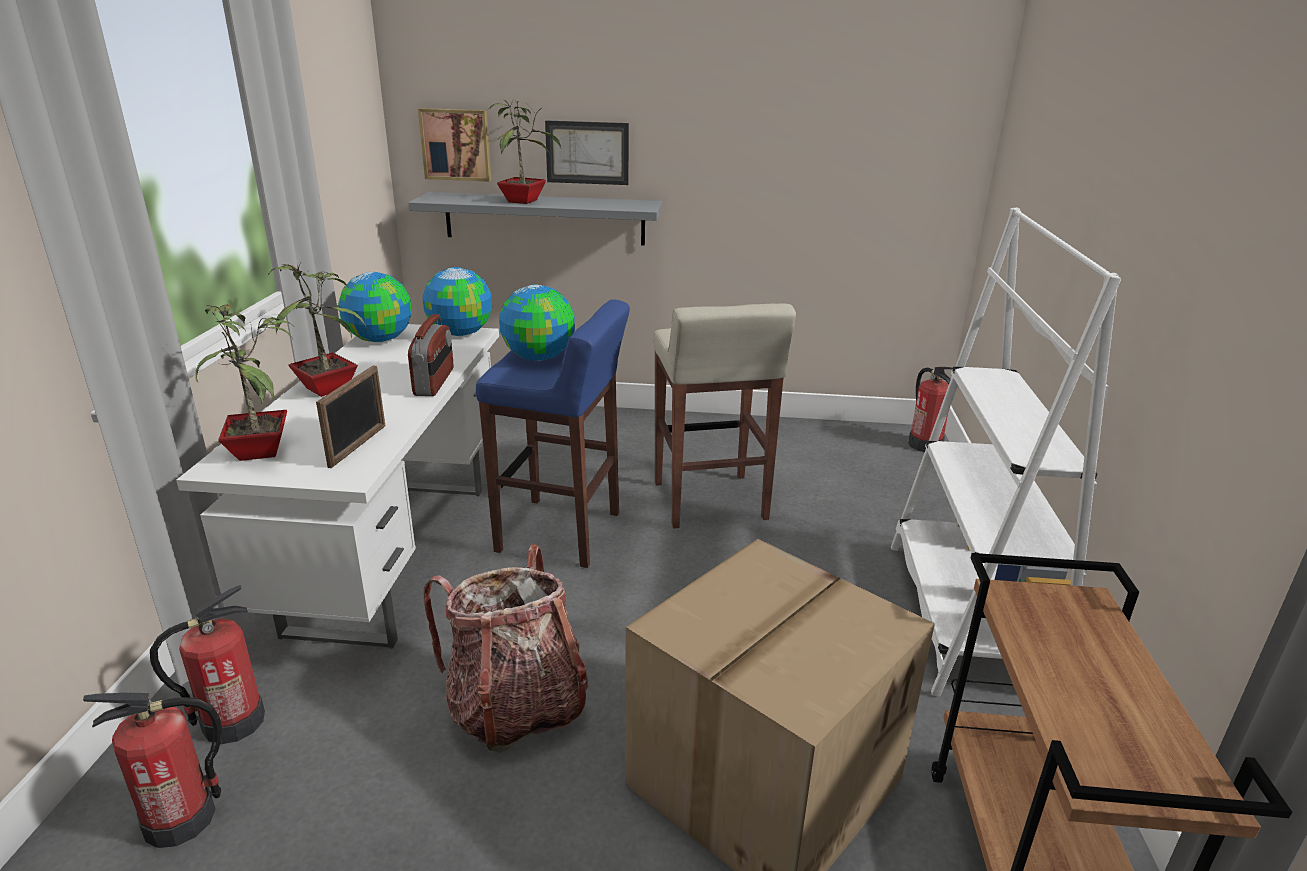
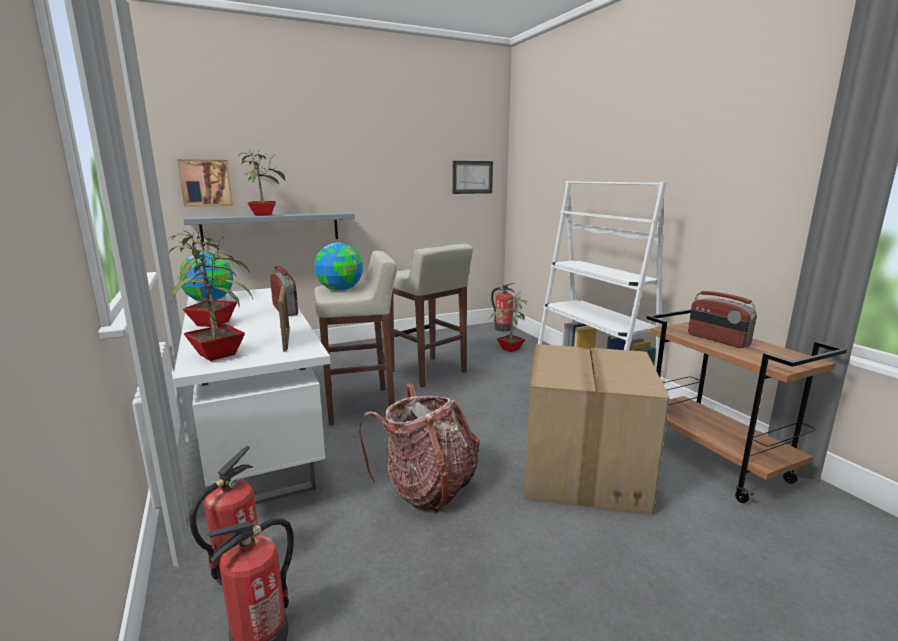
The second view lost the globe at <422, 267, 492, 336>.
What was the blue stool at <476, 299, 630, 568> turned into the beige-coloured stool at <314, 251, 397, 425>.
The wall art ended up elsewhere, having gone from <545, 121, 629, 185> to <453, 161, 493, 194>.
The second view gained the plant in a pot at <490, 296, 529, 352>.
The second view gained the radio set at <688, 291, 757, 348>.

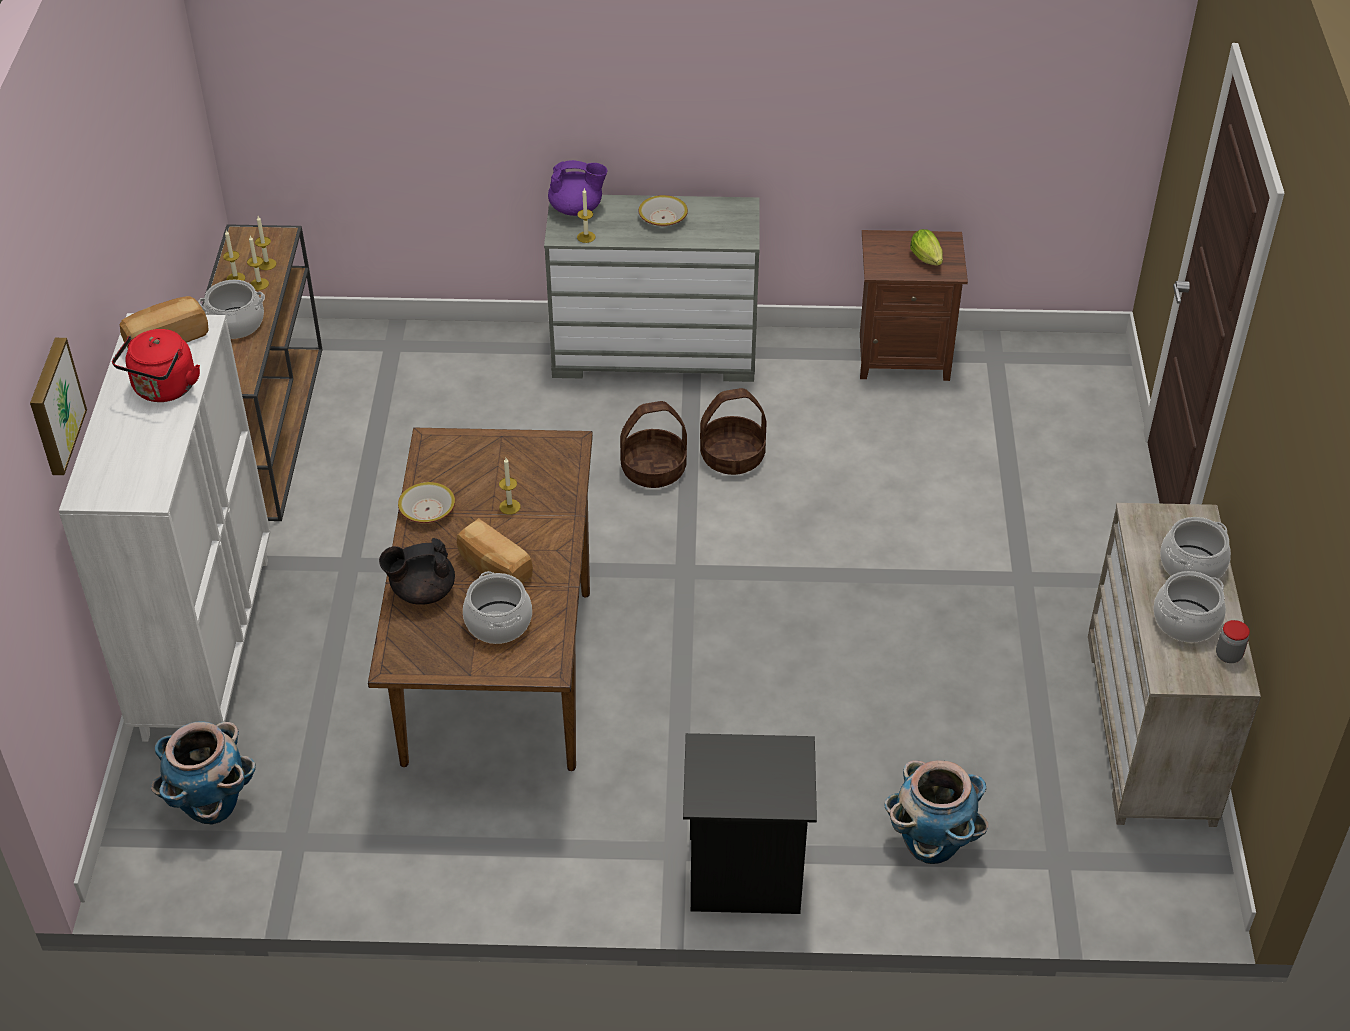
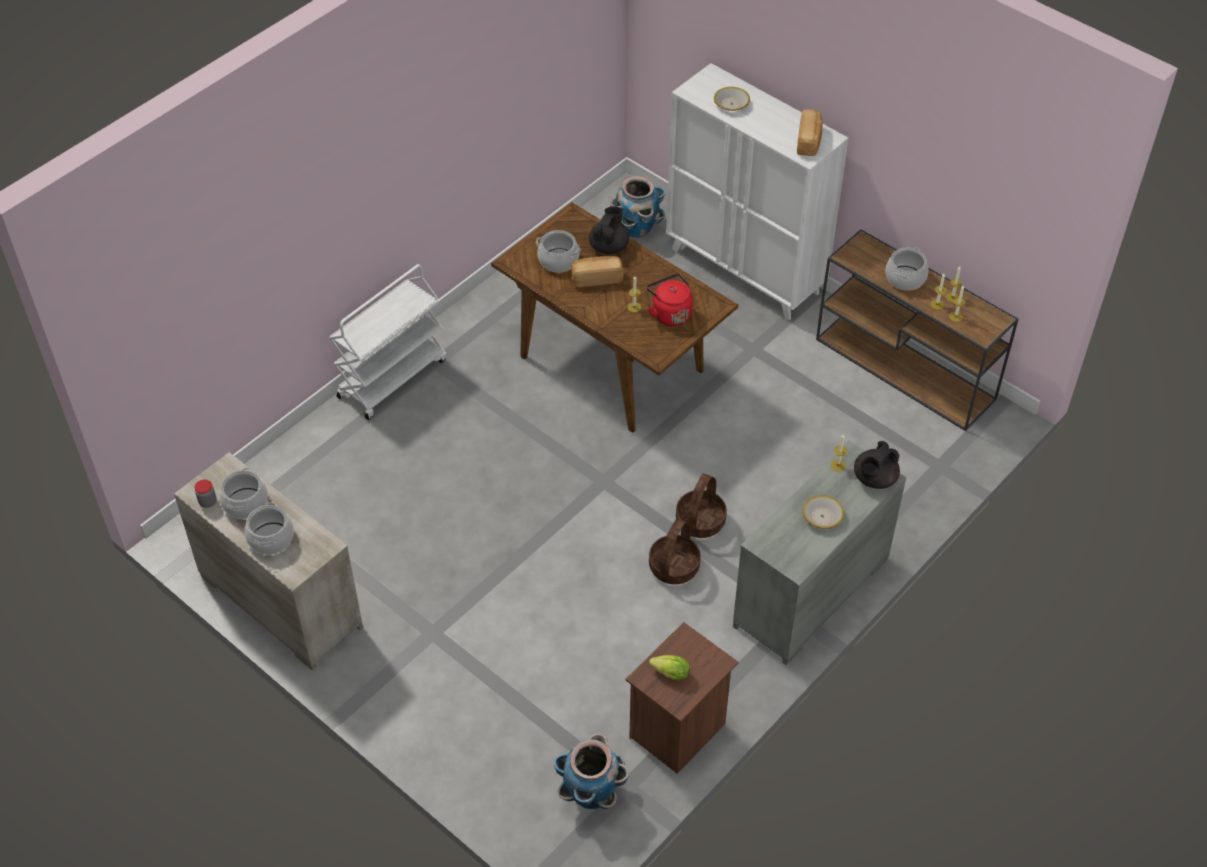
The second view lost the wall art at <30, 338, 87, 475>.
The reddish water kettle ended up elsewhere, having gone from <112, 329, 200, 402> to <647, 274, 693, 326>.
The bowl ended up elsewhere, having gone from <398, 482, 455, 523> to <714, 87, 750, 111>.
What was the purplish teapot at <548, 160, 607, 216> turned into the black-coloured teapot at <854, 441, 900, 489>.
Where the black-coloured nightstand stood at <683, 733, 817, 914>, the white-coloured trolley came to stand at <329, 264, 446, 420>.
The plant pot ended up elsewhere, having gone from <884, 760, 989, 864> to <554, 734, 629, 809>.

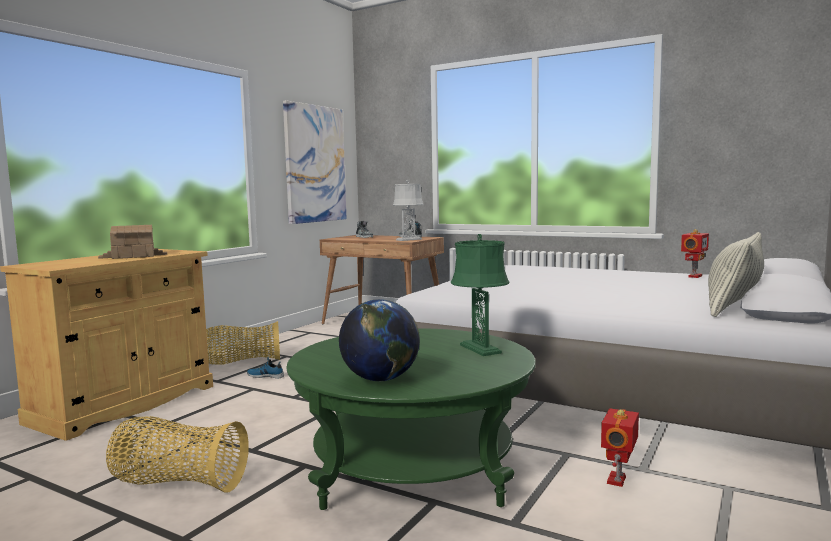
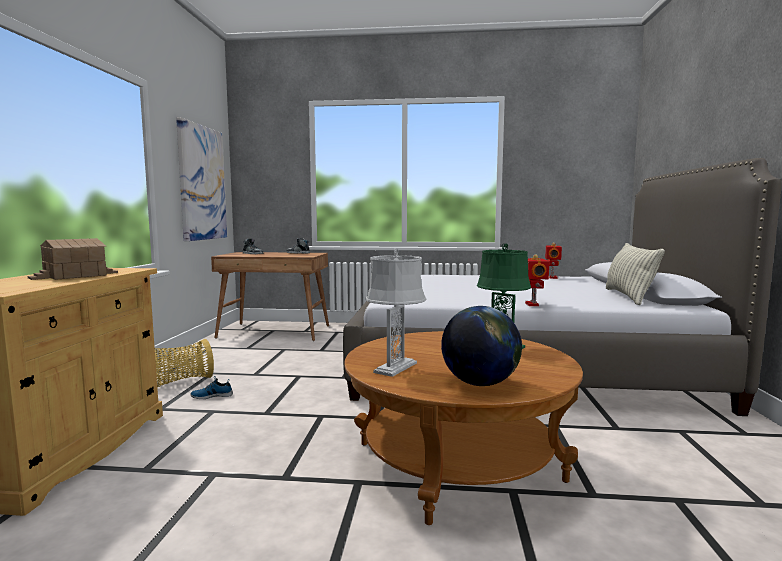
The second view lost the storage basket at <106, 416, 249, 492>.
What was the green lounge table at <286, 328, 536, 510> turned into the brown lounge table at <344, 331, 583, 525>.
The greyish tabletop lamp ended up elsewhere, having gone from <393, 180, 423, 241> to <365, 248, 426, 377>.
The robot figure ended up elsewhere, having gone from <601, 408, 639, 487> to <525, 254, 549, 306>.

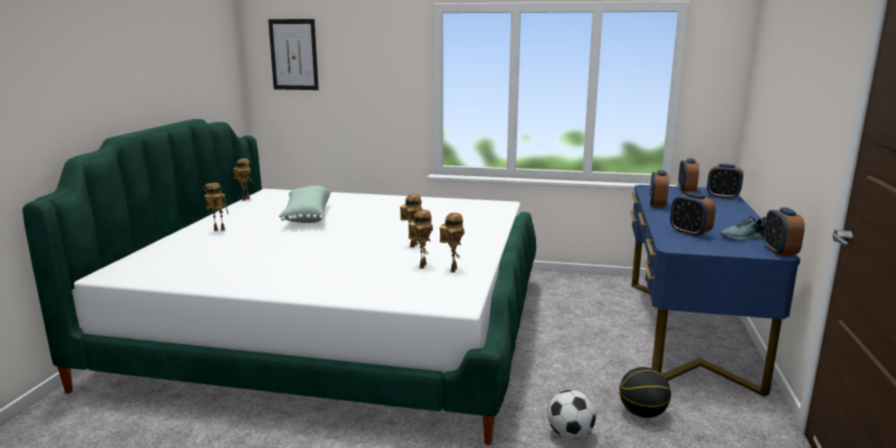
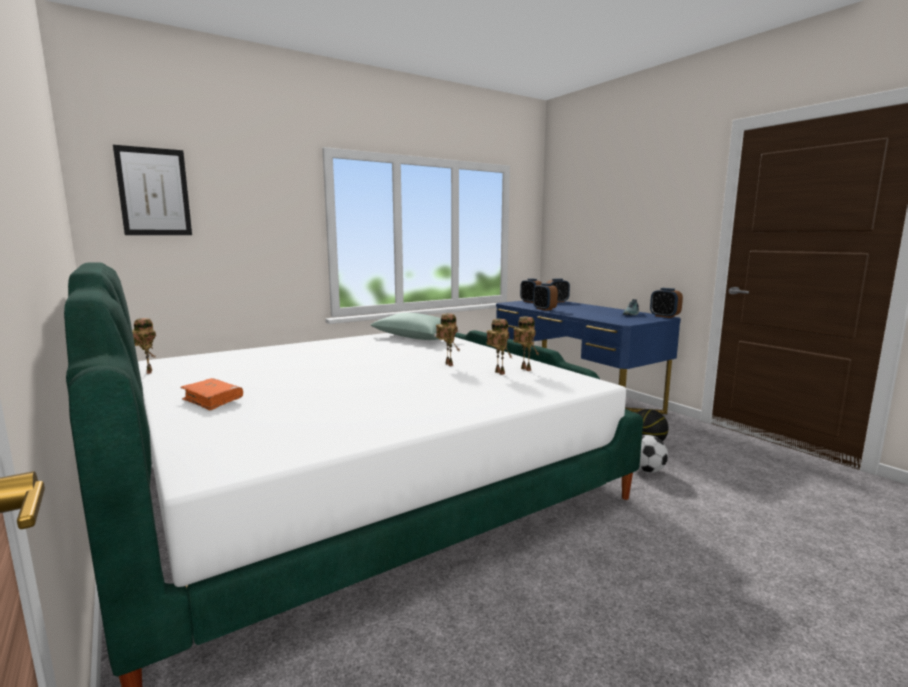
Where the robot figure stood at <203, 183, 228, 231>, the orangey book came to stand at <180, 378, 243, 410>.
The green throw pillow ended up elsewhere, having gone from <279, 186, 331, 223> to <371, 313, 460, 340>.
The second view lost the bedside clock at <670, 192, 716, 237>.

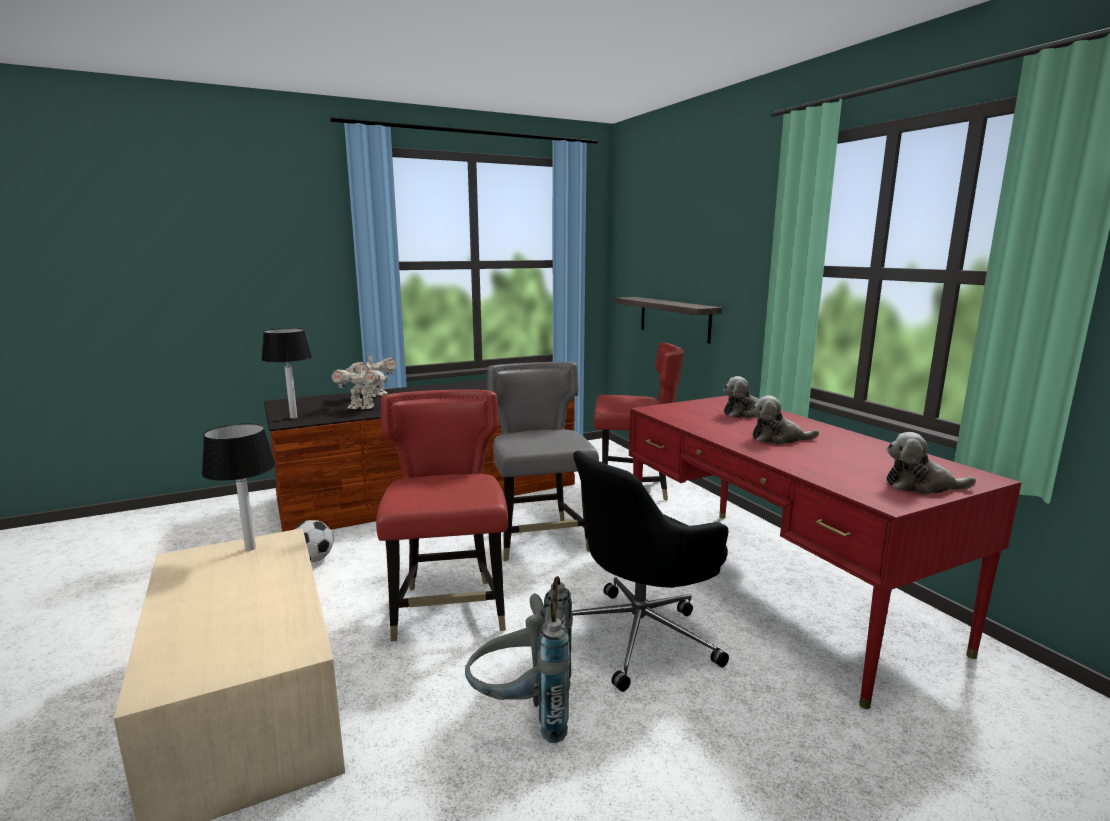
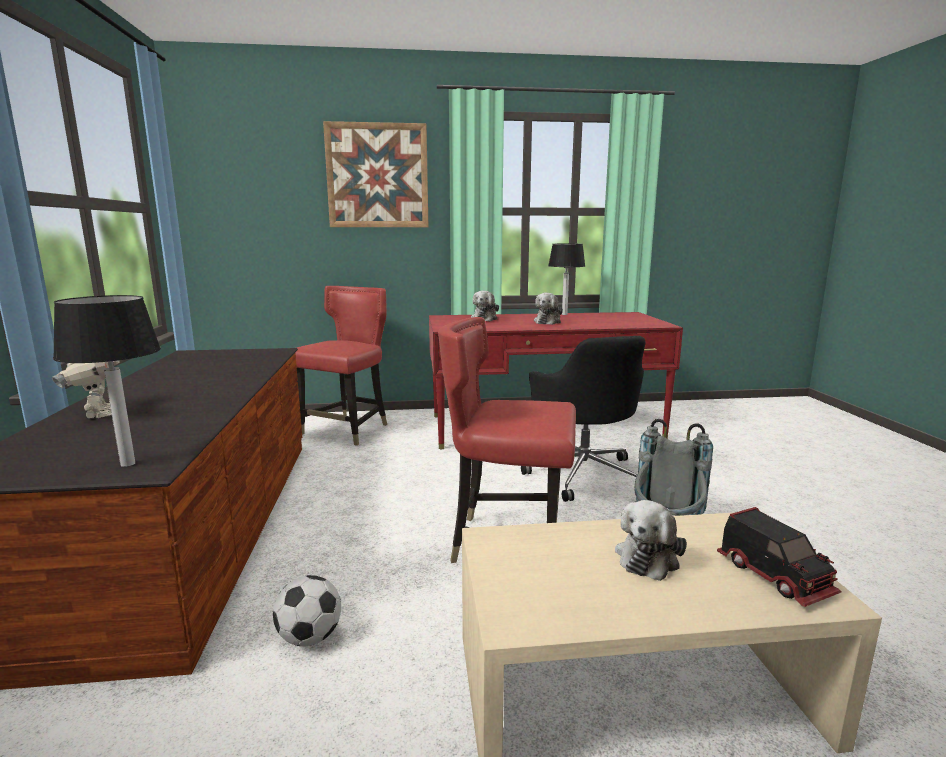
The tabletop lamp ended up elsewhere, having gone from <202, 423, 276, 551> to <548, 244, 585, 315>.
The second view lost the robot figure at <331, 363, 388, 409>.
The second view lost the greyish upright chair at <488, 362, 599, 561>.
The second view lost the shelf at <614, 297, 722, 344>.
The cuddly toy ended up elsewhere, having gone from <886, 432, 976, 495> to <615, 500, 687, 581>.
The second view gained the wall art at <323, 121, 428, 227>.
The second view gained the toy lorry at <717, 507, 841, 607>.

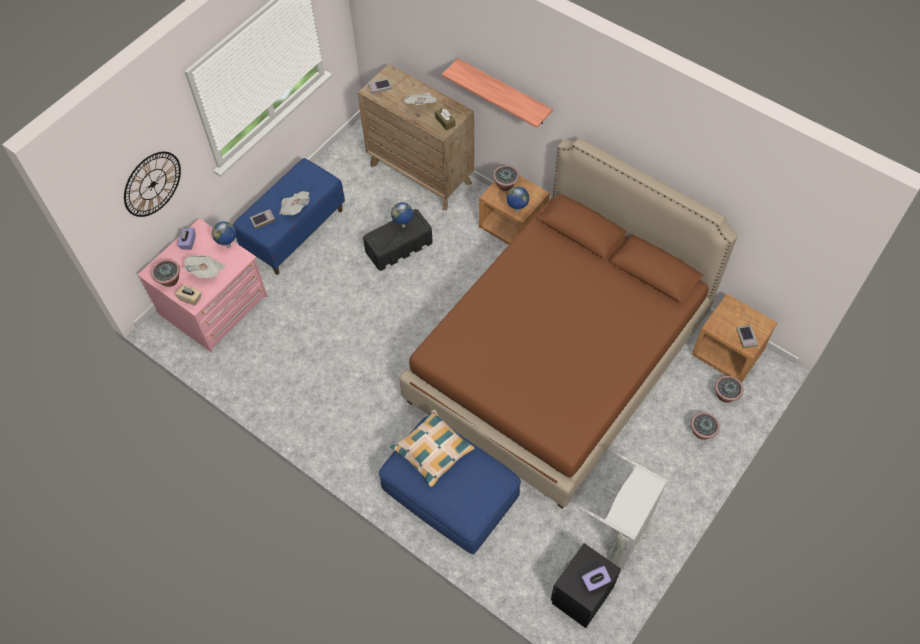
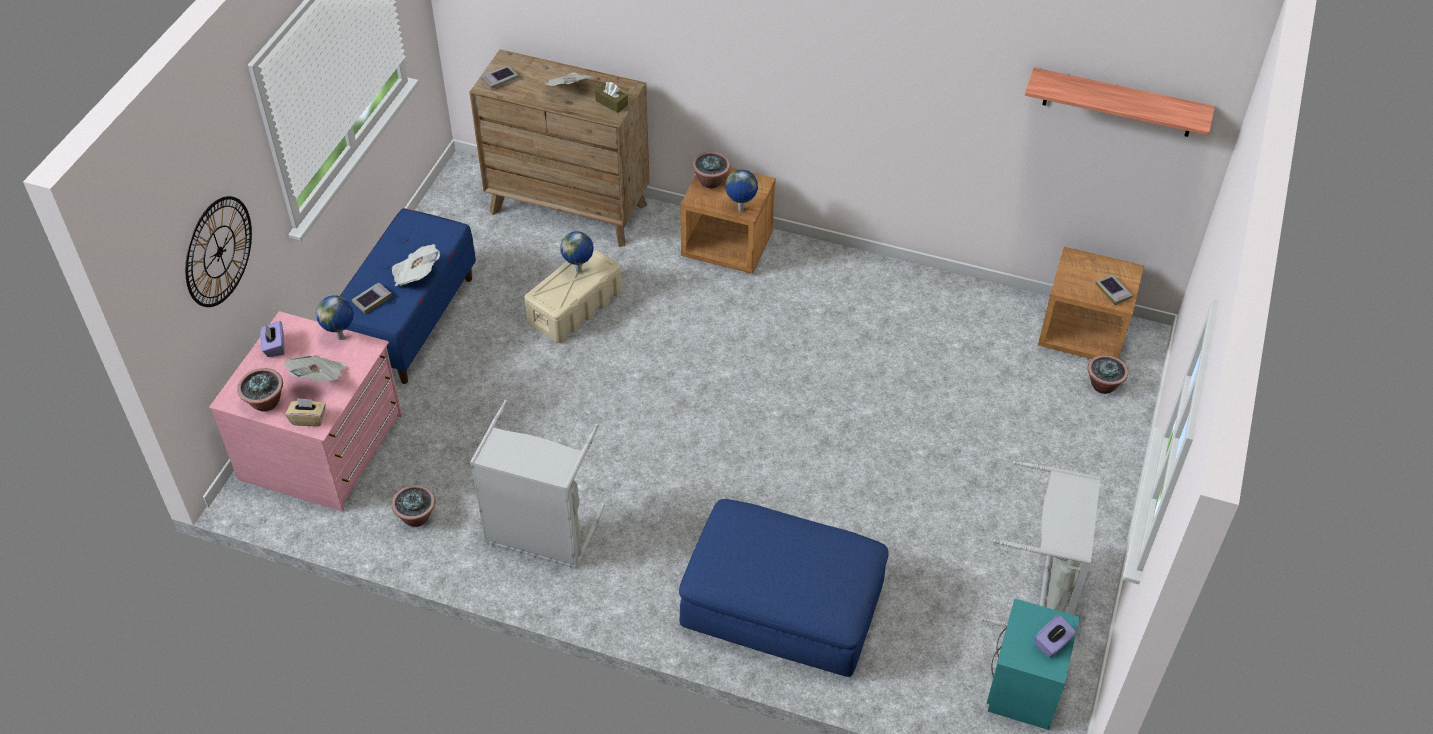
What was the black-coloured storage container at <363, 209, 433, 271> turned into the beige-coloured storage container at <524, 249, 622, 343>.
The second view lost the throw pillow at <390, 410, 475, 487>.
The second view lost the brown bed at <399, 138, 738, 509>.
The shelf ended up elsewhere, having gone from <442, 59, 553, 128> to <1025, 67, 1215, 137>.
What was the black-coloured nightstand at <551, 543, 621, 628> turned into the turquoise-coloured nightstand at <987, 599, 1080, 730>.
The plant in a pot ended up elsewhere, having gone from <691, 412, 720, 440> to <391, 485, 435, 527>.
The second view gained the greyish laundry basket at <470, 400, 605, 569>.

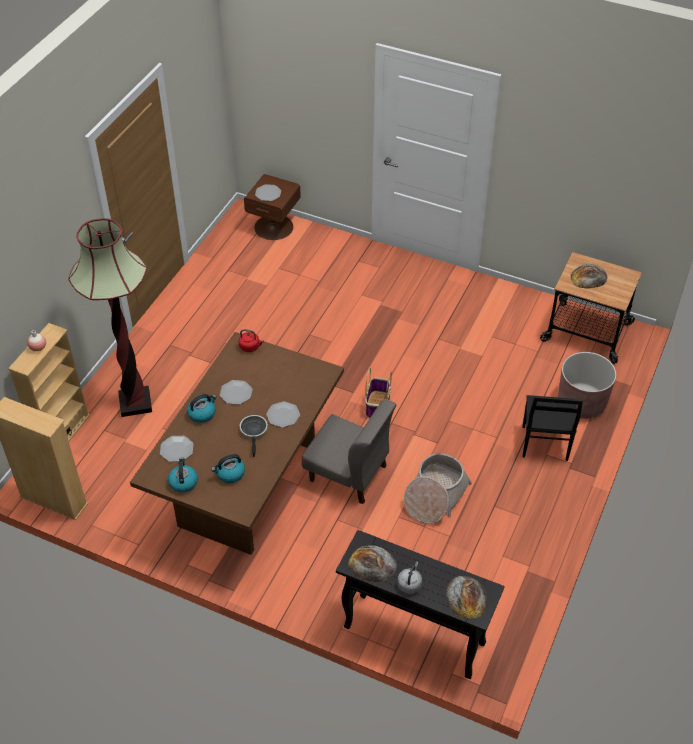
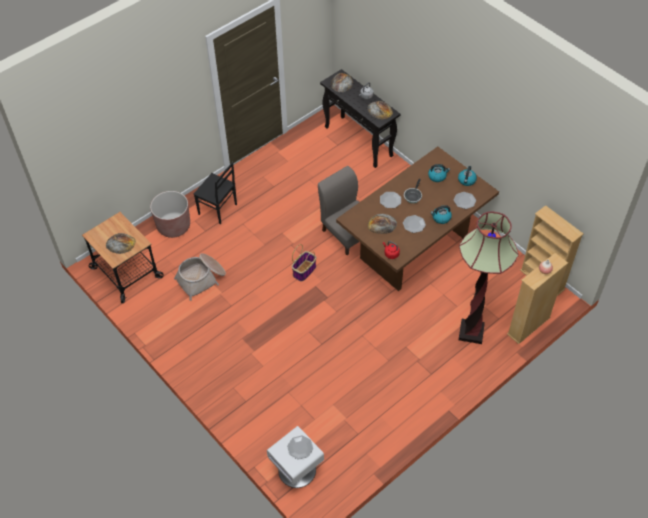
What was the brown nightstand at <244, 174, 301, 240> turned into the white-coloured nightstand at <267, 426, 324, 488>.
The storage basket ended up elsewhere, having gone from <404, 453, 472, 524> to <174, 253, 226, 301>.
The black-coloured upright chair at <522, 395, 583, 461> ended up facing another way, 90 degrees clockwise from before.
The second view gained the bakery bread at <368, 214, 397, 234>.

